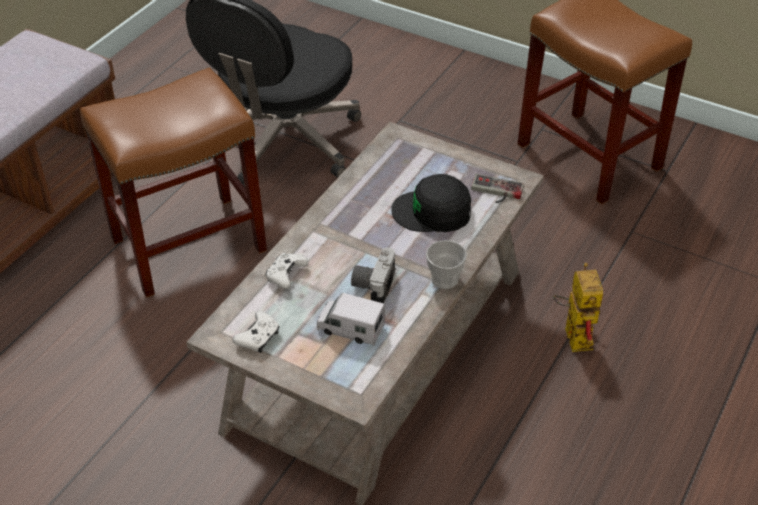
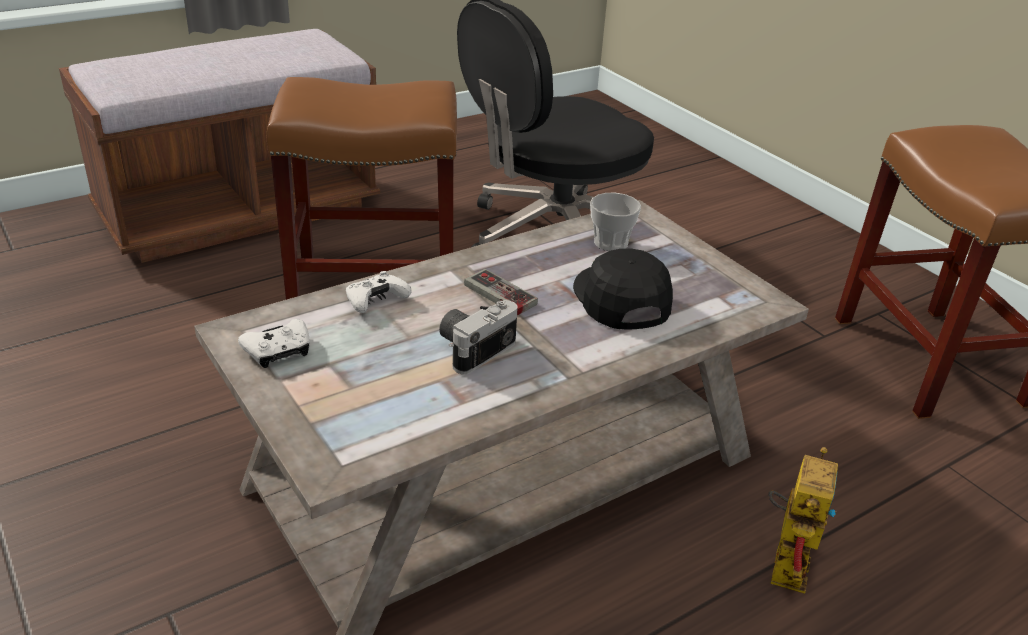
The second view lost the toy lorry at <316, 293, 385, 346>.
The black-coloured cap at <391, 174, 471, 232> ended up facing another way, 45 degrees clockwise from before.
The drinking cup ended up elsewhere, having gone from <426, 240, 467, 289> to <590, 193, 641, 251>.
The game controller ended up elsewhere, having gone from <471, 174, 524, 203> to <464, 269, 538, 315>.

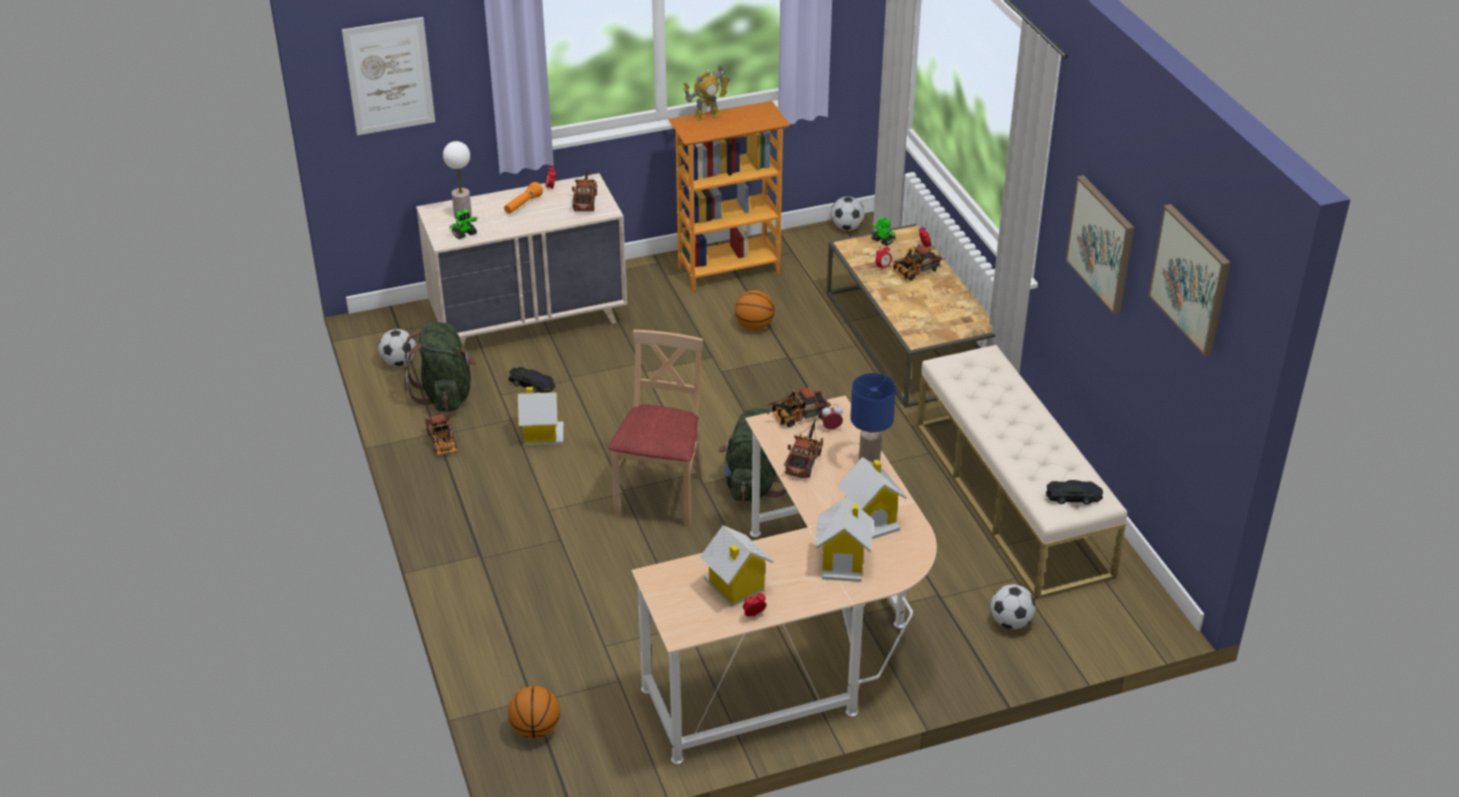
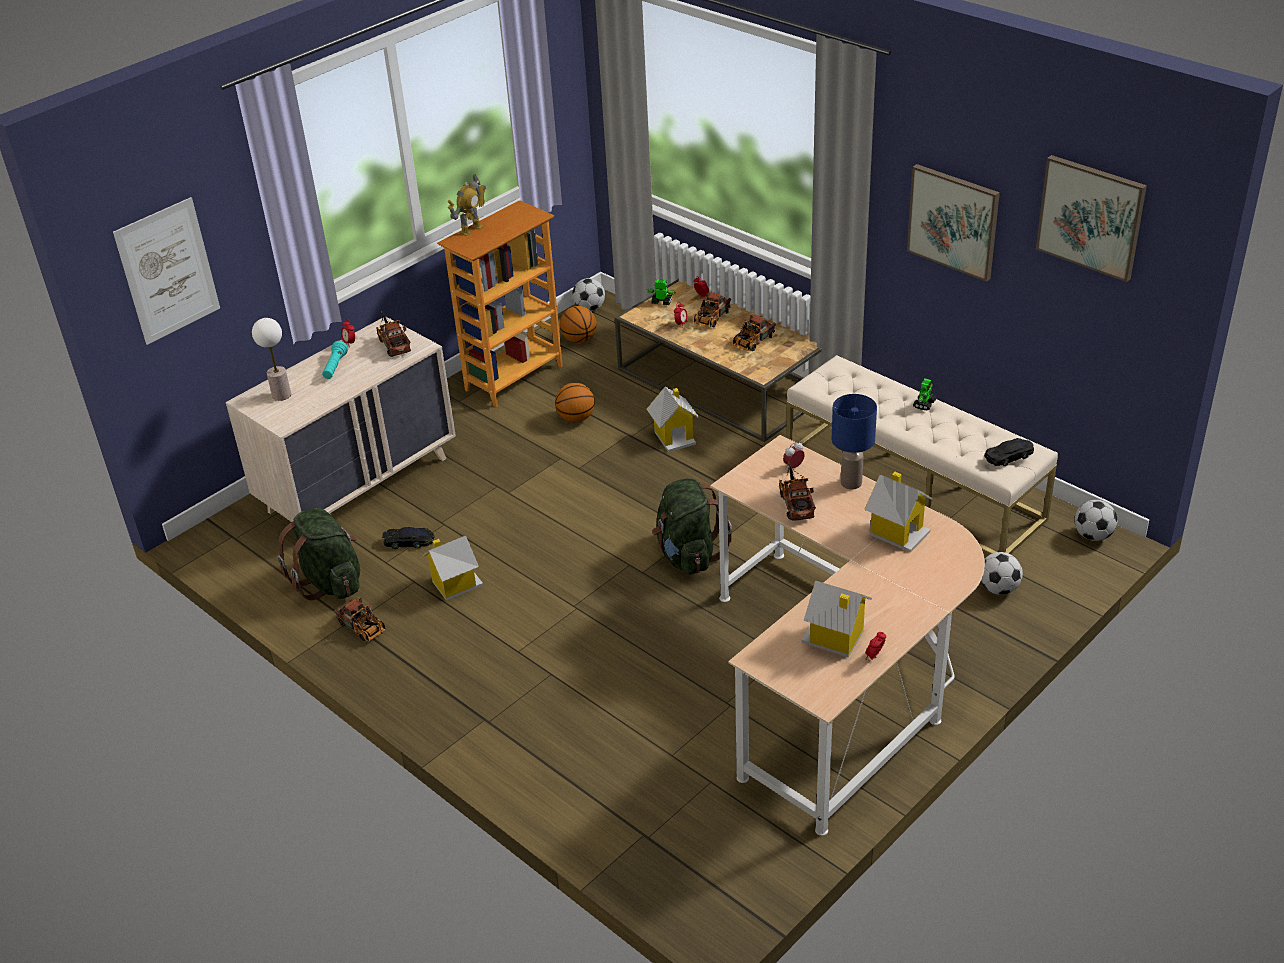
The football ended up elsewhere, having gone from <378, 329, 416, 367> to <1075, 500, 1118, 541>.
The robot figure ended up elsewhere, having gone from <449, 209, 479, 239> to <913, 379, 936, 410>.
What was the orangey torch at <504, 182, 543, 214> turned into the turquoise-coloured torch at <322, 341, 348, 379>.
The basketball ball ended up elsewhere, having gone from <508, 686, 560, 738> to <560, 306, 597, 343>.
The second view lost the beige-coloured upright chair at <608, 330, 703, 527>.
The toy lorry ended up elsewhere, having gone from <767, 385, 831, 427> to <733, 315, 776, 351>.
The miniature house ended up elsewhere, having gone from <815, 497, 873, 582> to <647, 387, 700, 452>.

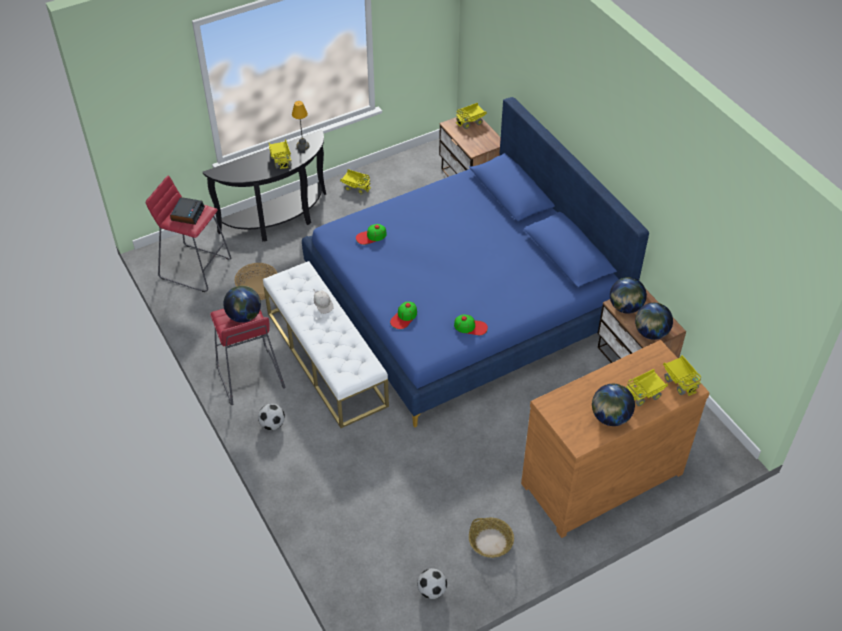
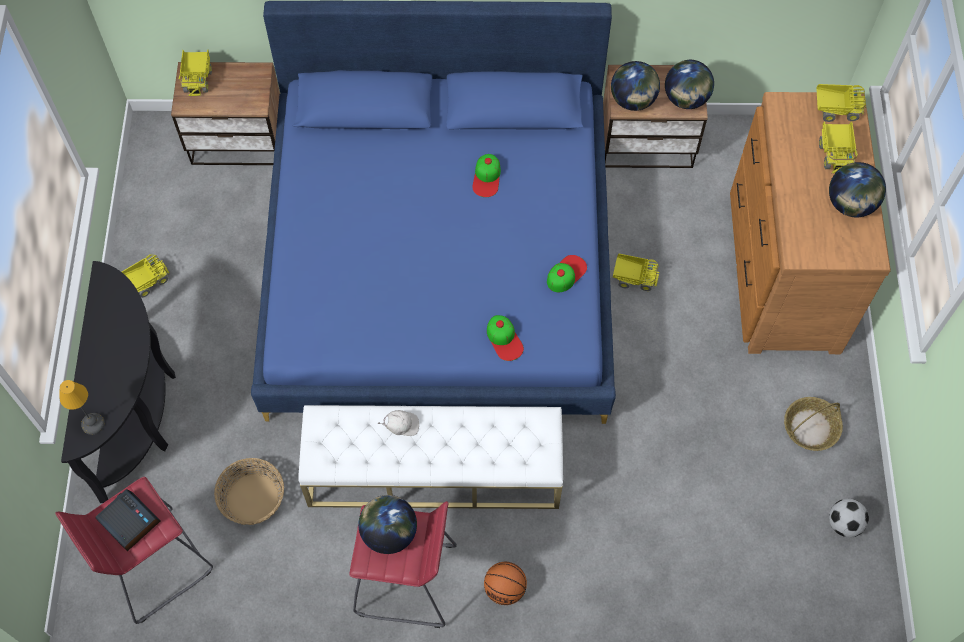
Where the football stood at <258, 404, 285, 430>, the basketball ball came to stand at <484, 562, 527, 605>.
The toy lorry ended up elsewhere, having gone from <269, 139, 292, 169> to <613, 254, 660, 291>.
The tabletop lamp ended up elsewhere, having gone from <292, 101, 310, 151> to <60, 380, 105, 435>.
The cap ended up elsewhere, having gone from <356, 224, 387, 245> to <473, 154, 501, 197>.

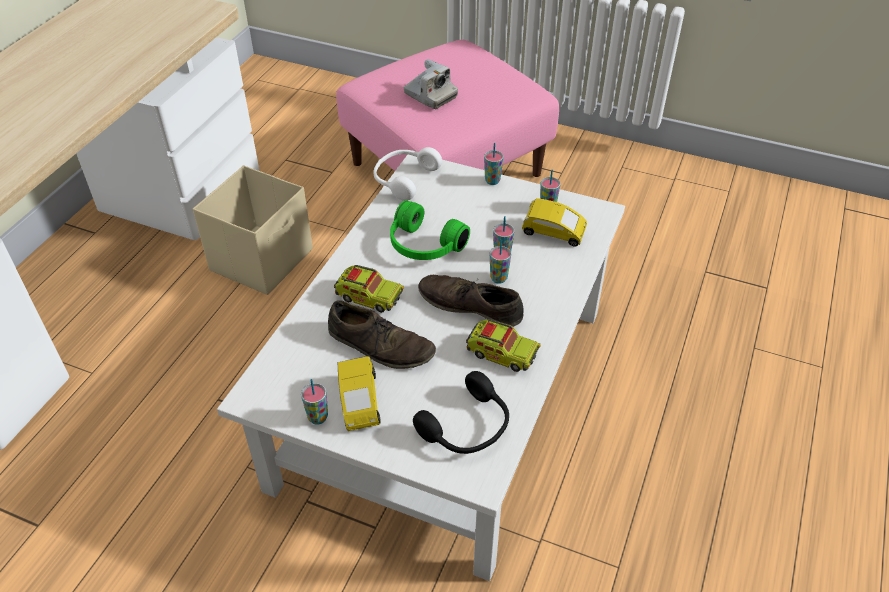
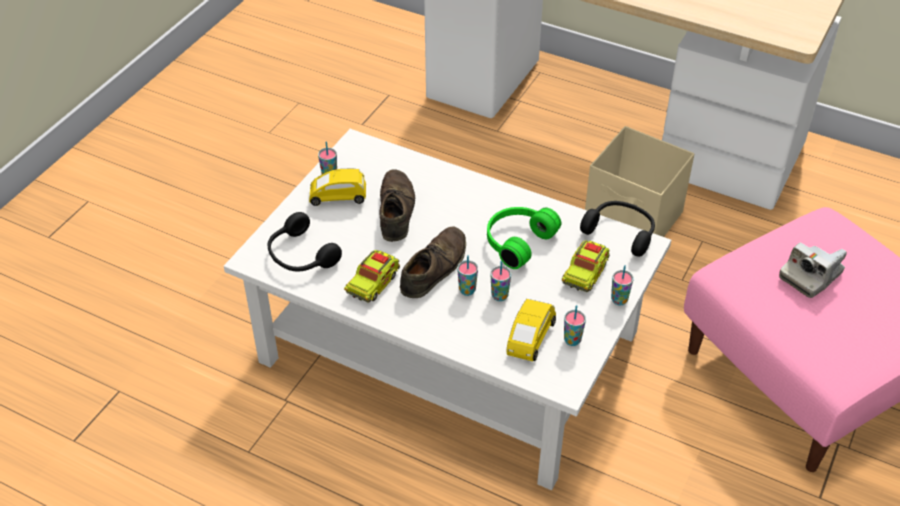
The brown low shoe at <328, 301, 436, 369> ended up facing another way, 150 degrees clockwise from before.
The toy lorry ended up elsewhere, having gone from <334, 265, 404, 313> to <562, 240, 610, 292>.
What was the white-coloured pair of headphones at <373, 147, 442, 201> turned into the black-coloured pair of headphones at <580, 201, 655, 257>.

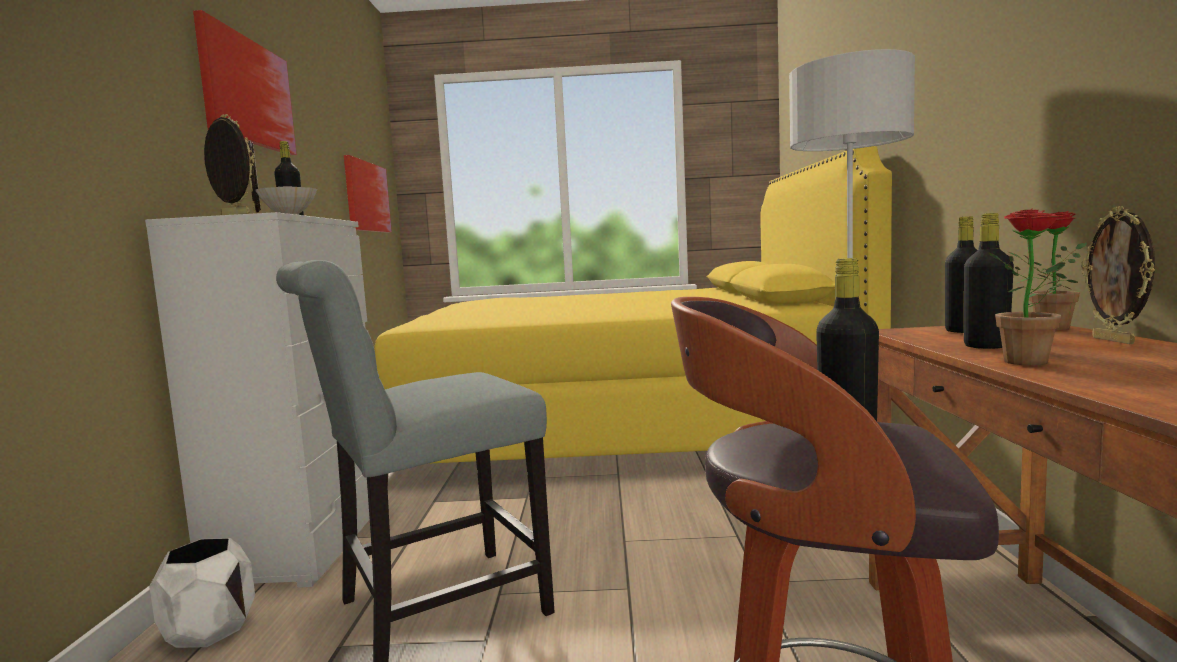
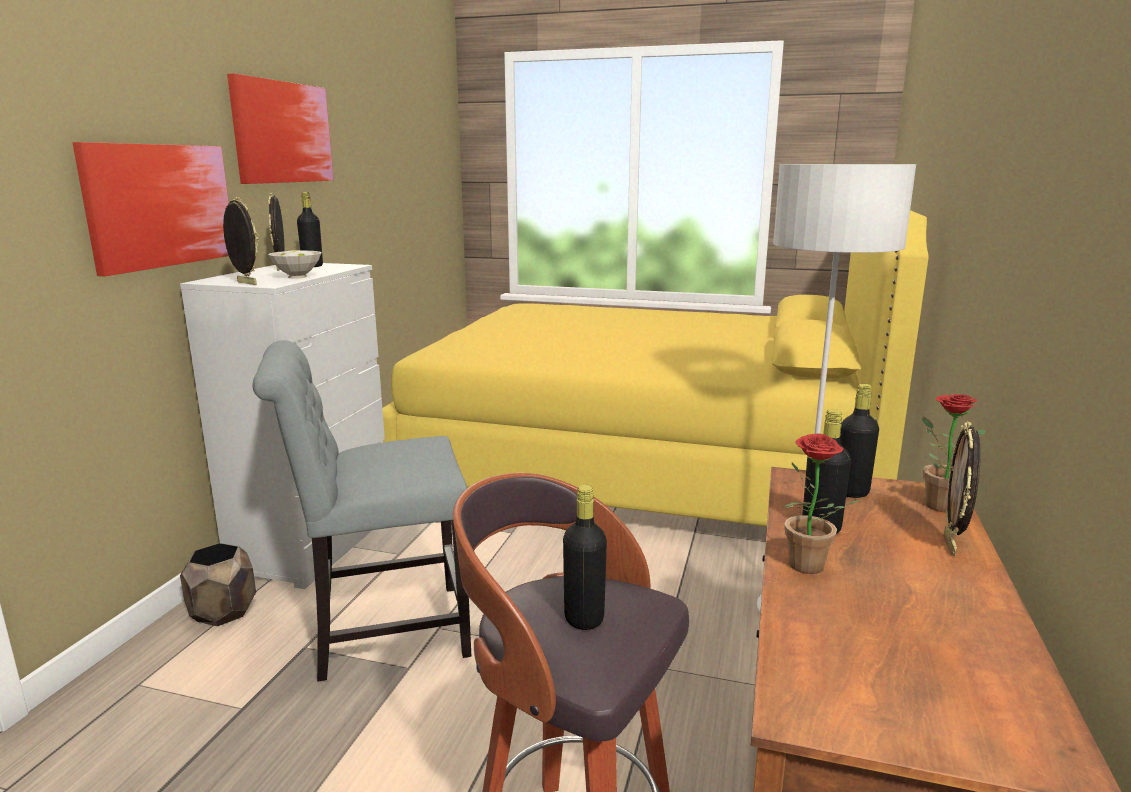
What was the white-coloured plant pot at <149, 538, 255, 648> turned into the brown plant pot at <180, 543, 256, 626>.
The wall art ended up elsewhere, having gone from <344, 155, 392, 233> to <72, 142, 229, 277>.

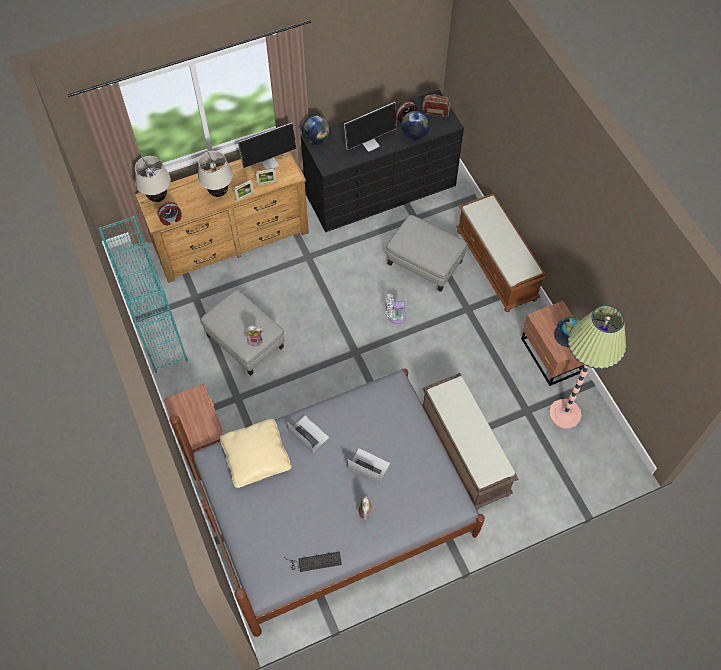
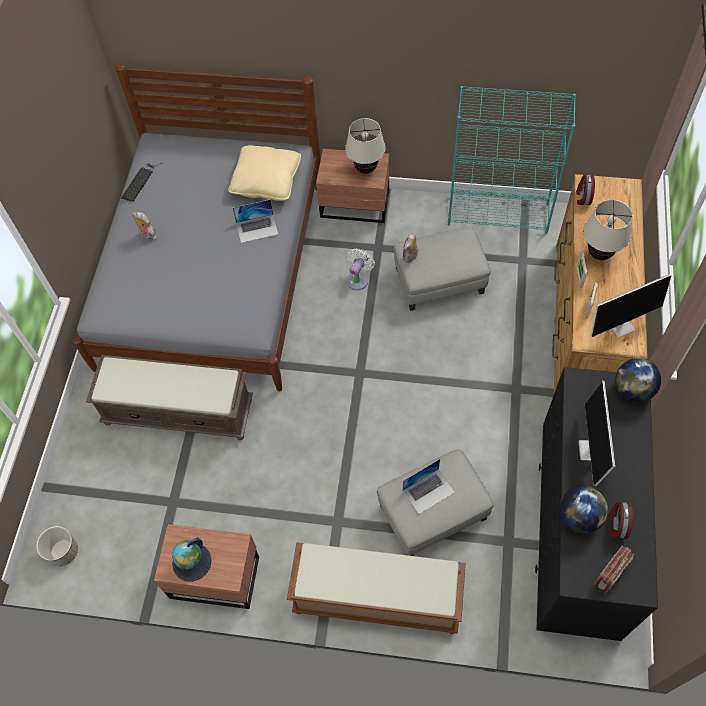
The beige-coloured tabletop lamp ended up elsewhere, having gone from <135, 156, 171, 202> to <345, 118, 386, 174>.
The monitor at <238, 122, 297, 169> ended up facing another way, 120 degrees counterclockwise from before.
The laptop ended up elsewhere, having gone from <347, 448, 390, 483> to <403, 459, 455, 514>.
The white-coloured electric fan ended up elsewhere, having gone from <386, 294, 406, 324> to <347, 248, 375, 290>.
The second view lost the floor lamp at <549, 305, 626, 429>.
The second view gained the plant pot at <36, 526, 78, 566>.

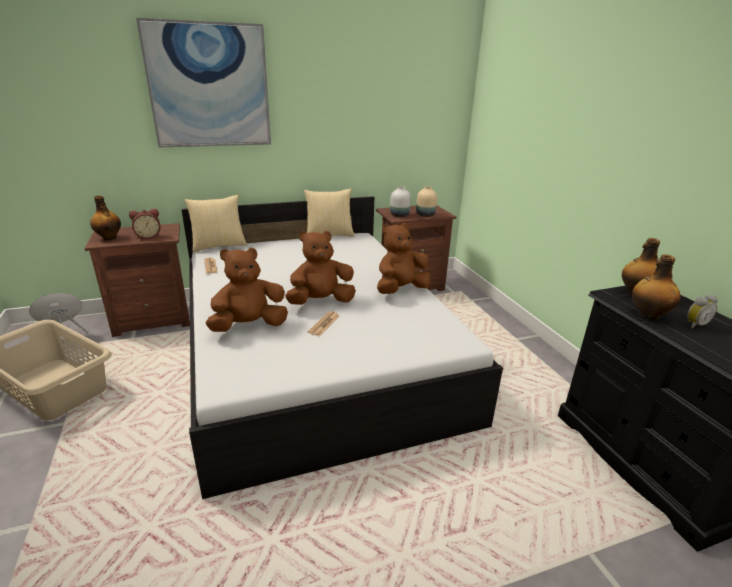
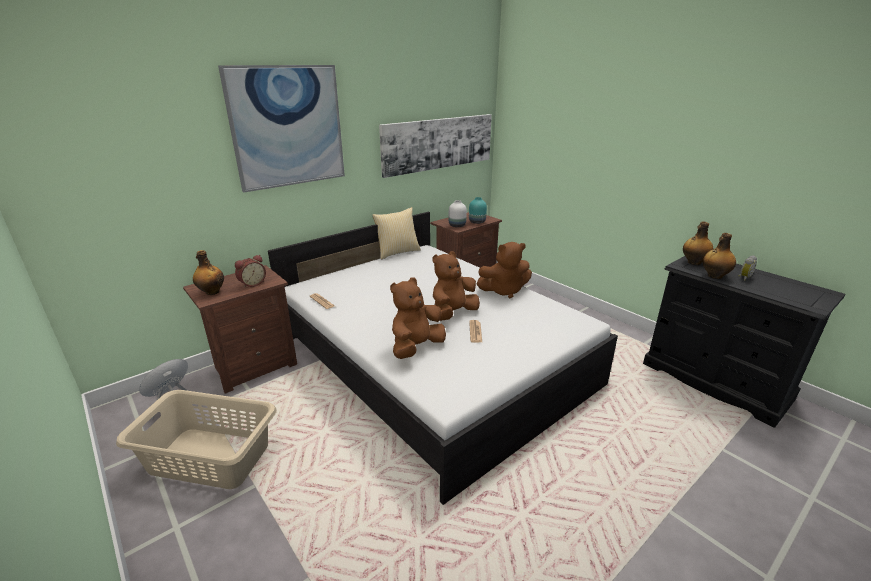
The second view lost the throw pillow at <185, 195, 247, 252>.
The brown cuddly toy at <377, 223, 430, 294> ended up facing another way, 135 degrees counterclockwise from before.
What was the beige-coloured flower vase at <416, 186, 437, 217> turned into the turquoise-coloured flower vase at <469, 197, 487, 224>.
The second view gained the wall art at <379, 114, 492, 178>.

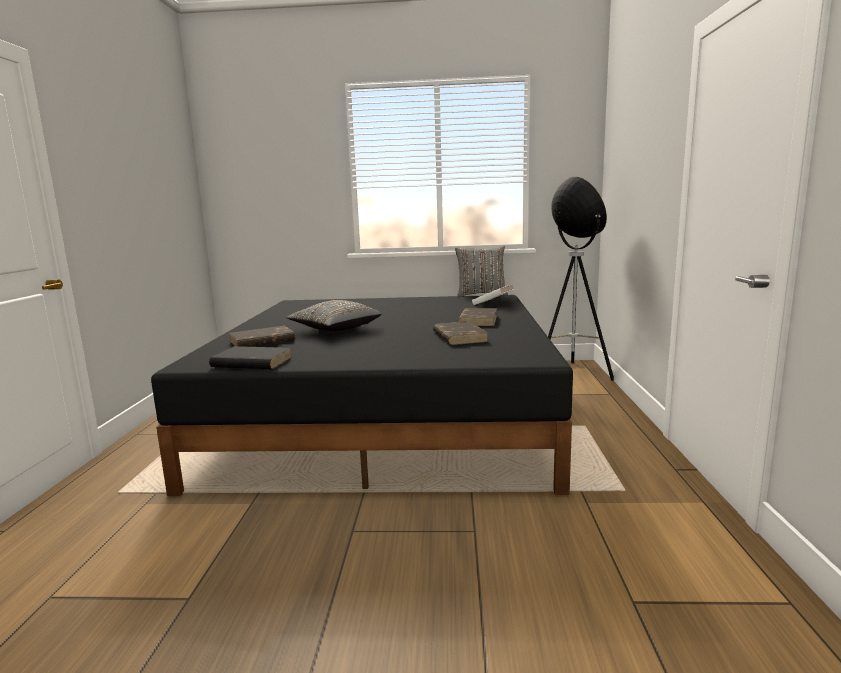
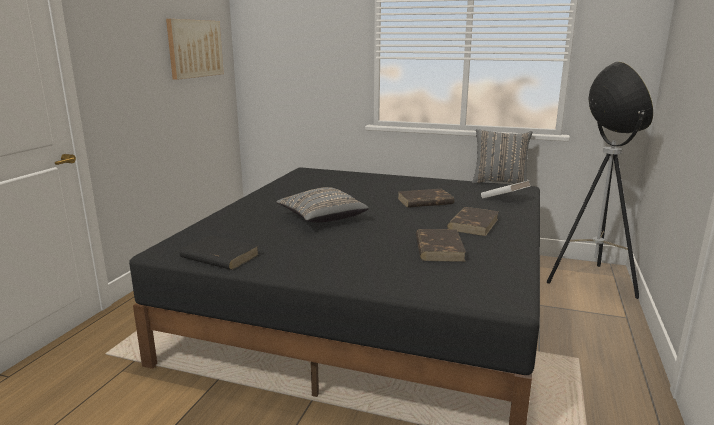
The brown book ended up elsewhere, having gone from <230, 326, 295, 347> to <397, 189, 454, 208>.
The second view gained the wall art at <166, 19, 224, 80>.

